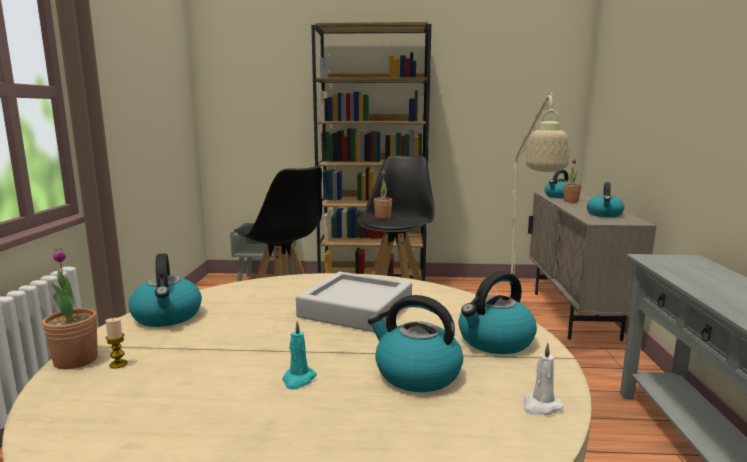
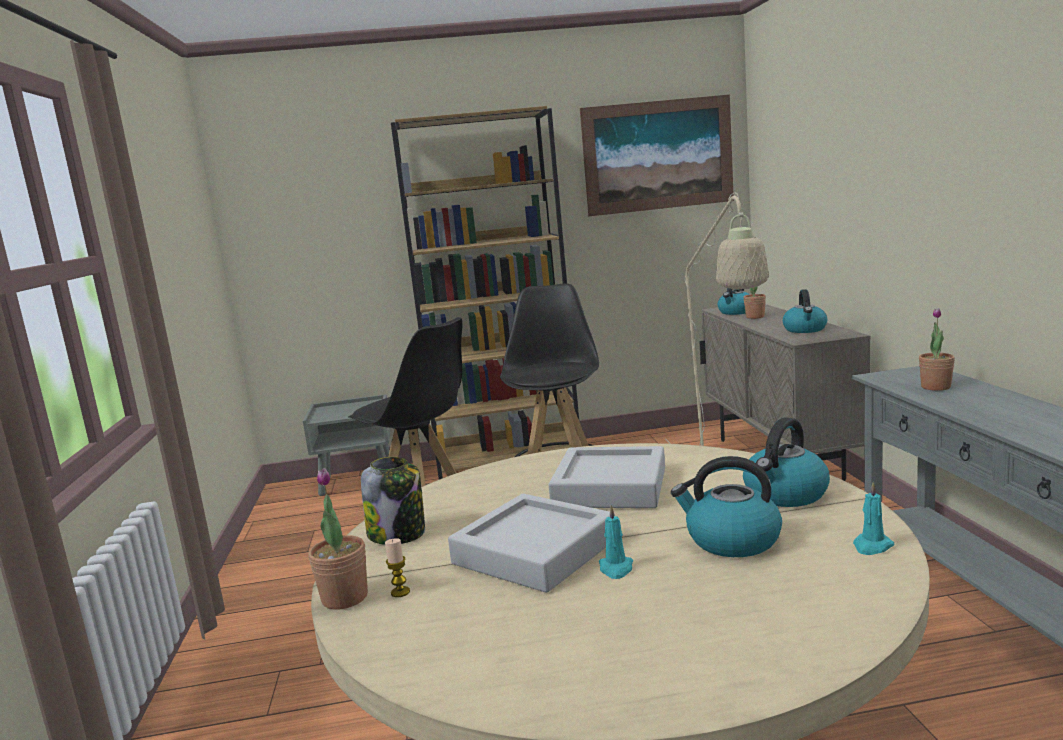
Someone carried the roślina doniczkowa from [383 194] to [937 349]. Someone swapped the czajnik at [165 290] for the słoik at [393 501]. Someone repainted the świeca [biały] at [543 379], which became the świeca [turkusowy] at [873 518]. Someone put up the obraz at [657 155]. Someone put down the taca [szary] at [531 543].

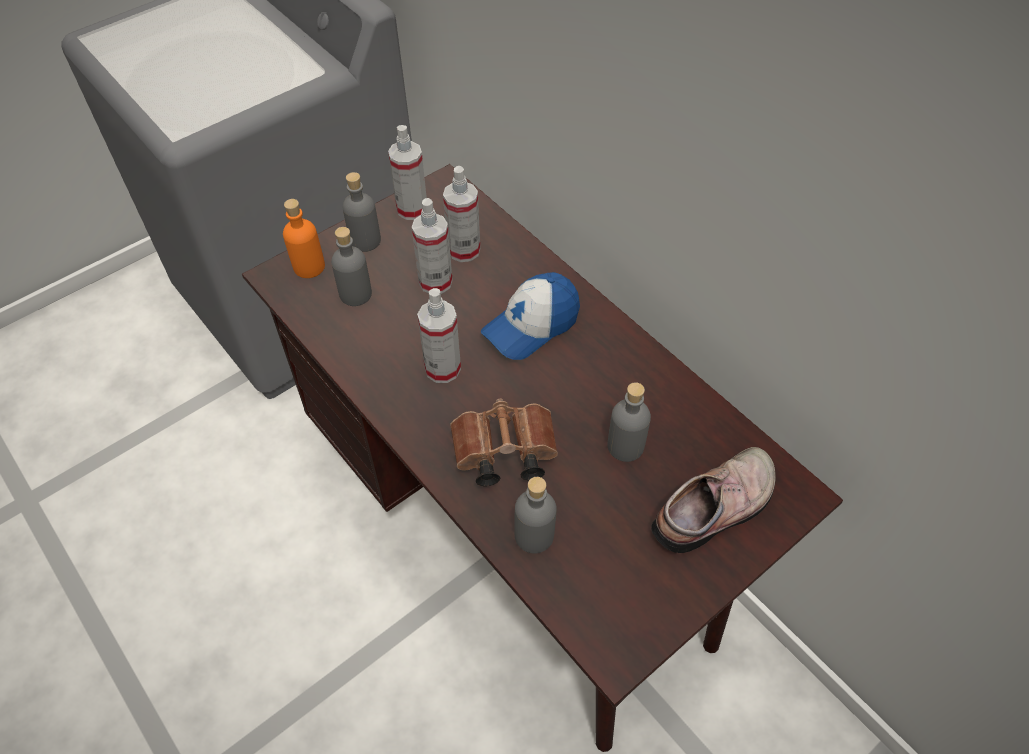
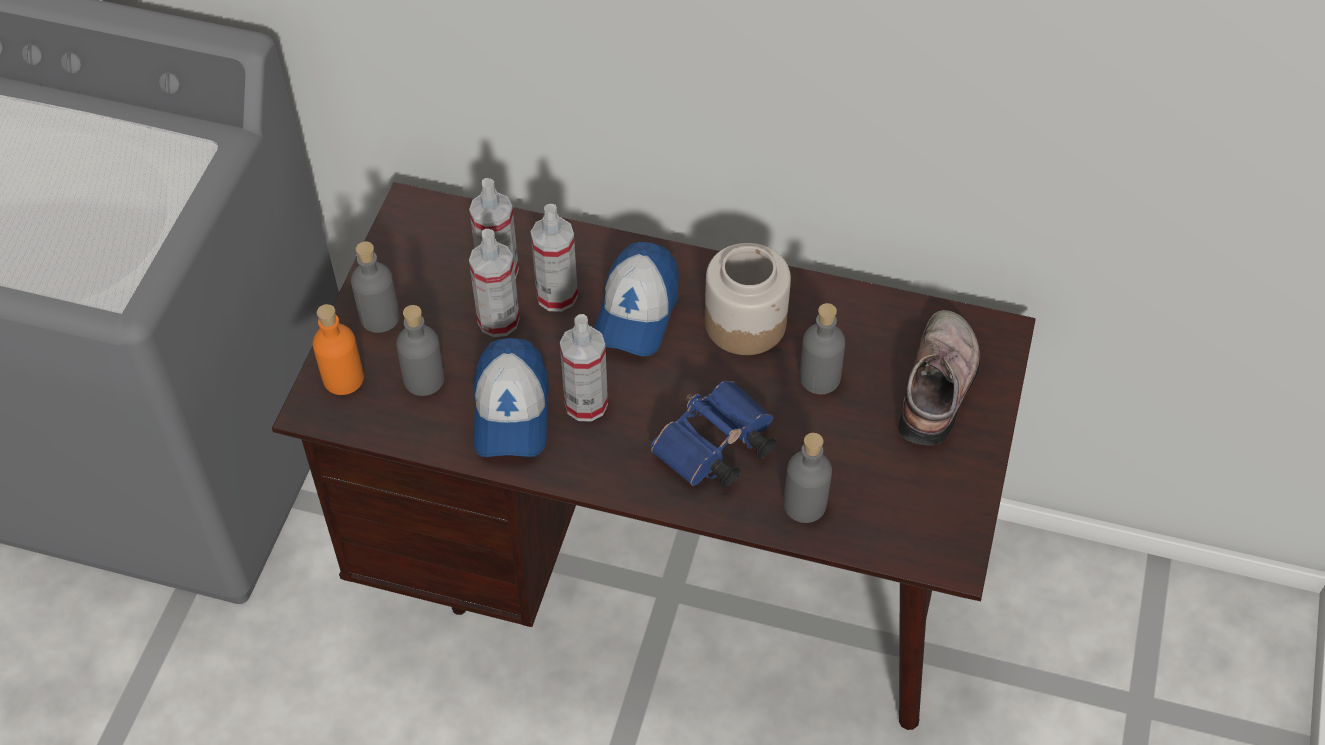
Someone carried the spryskiwacz from [407 172] to [554 258]. Someone repainted the lornetka [brązowy] at [504 442], which became the lornetka [niebieski] at [713 434]. Someone put down the słoik at [748 299]. Someone put down the czapka z daszkiem at [511 397].

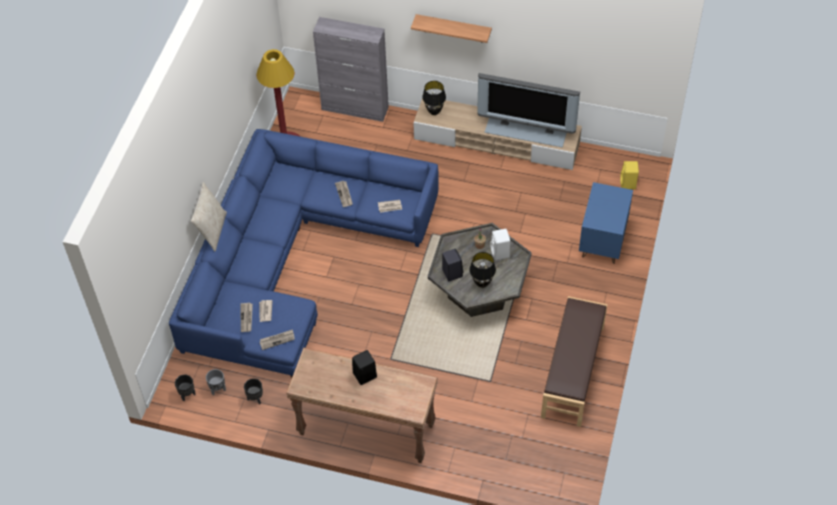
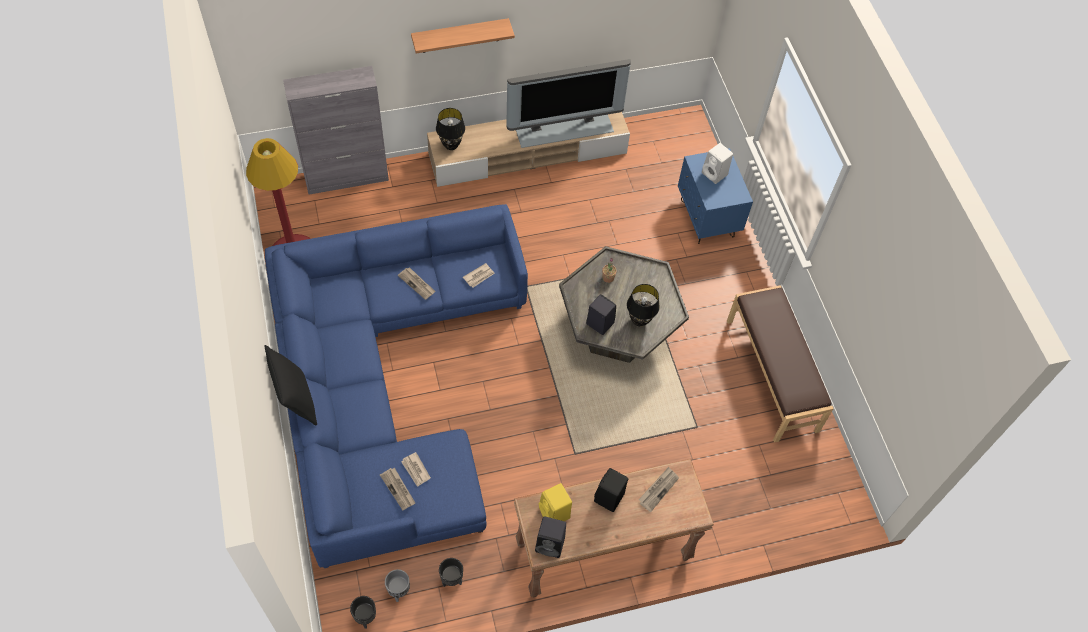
Someone carried the głośnik [żółty] from [629 175] to [555 502]. Someone repainted the poduszka [beżowy] at [209 216], which became the poduszka [czarny] at [291 385]. Someone carried the głośnik [biały] from [500 244] to [717 163]. Someone carried the gazeta from [277 339] to [658 489]. Someone put down the głośnik [czarny] at [550 537].

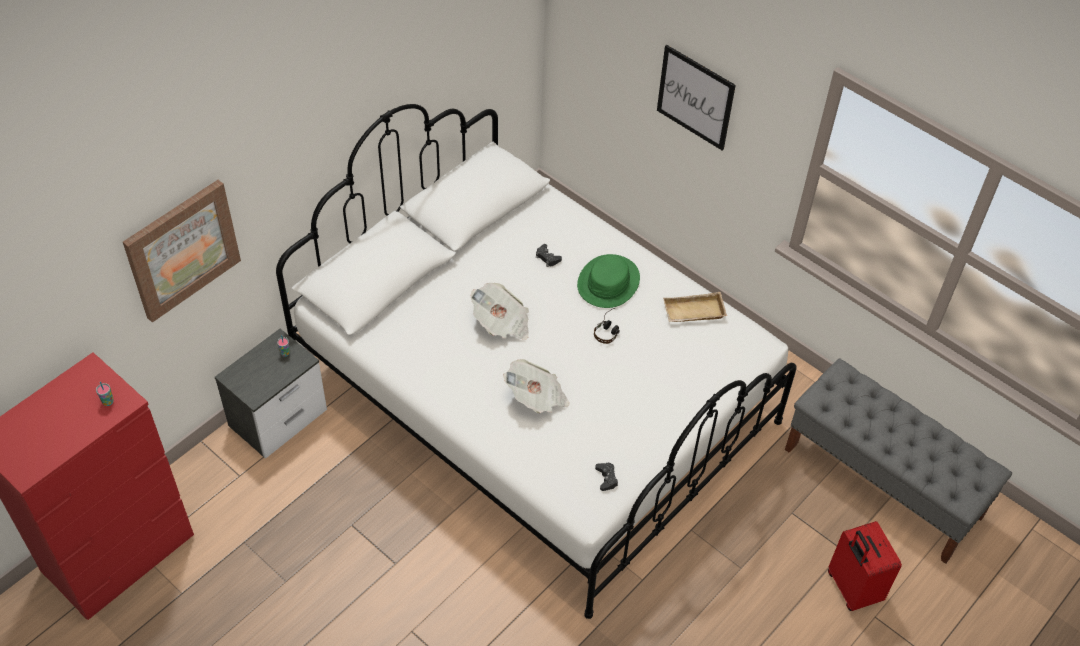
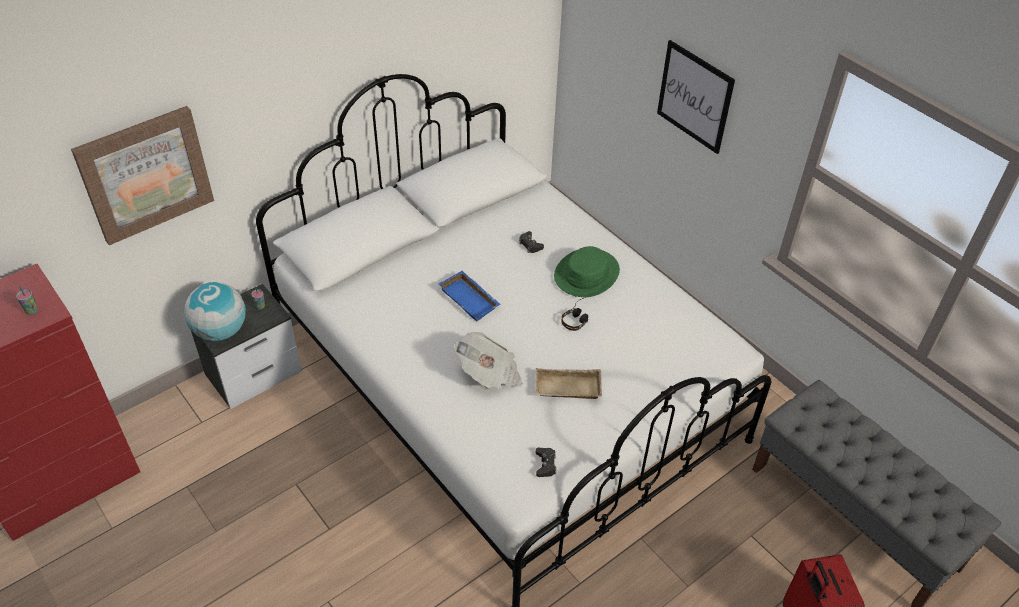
Someone swapped the gazeta at [500 311] for the taca [niebieski] at [469 296]. Someone carried the taca [beżowy] from [695 307] to [568 383]. Someone put down the globus at [215 311].

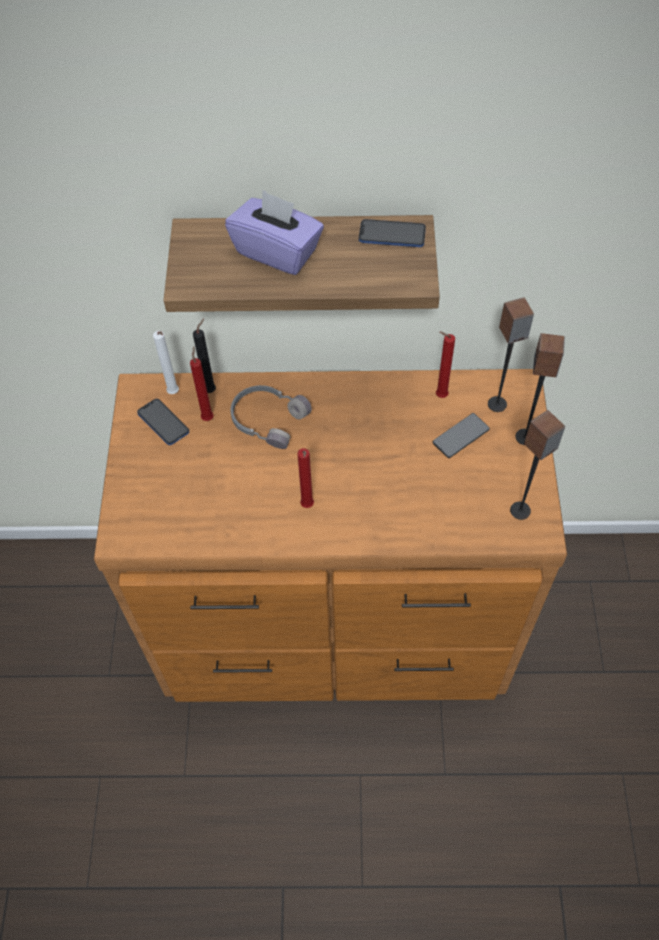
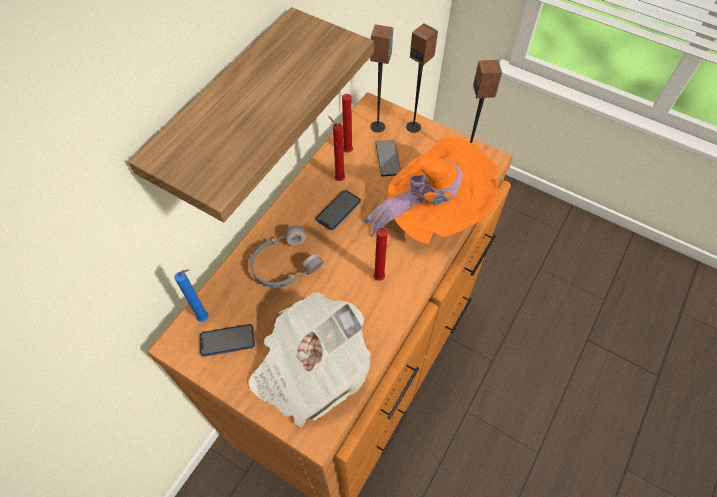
Someone took away the pudełko chusteczek [fioletowy] at [274 232]. Someone carried the telefon from [392 233] to [338 210]. Someone took away the świeca [czarny] at [204 356]. Someone repainted the świeca [biały] at [166 362], which became the świeca [niebieski] at [191 295]. Someone carried the świeca [czerwony] from [202 383] to [336 148]. Someone put down the kapelusz [pomarańczowy] at [432 190]. Someone put down the gazeta at [310 359].

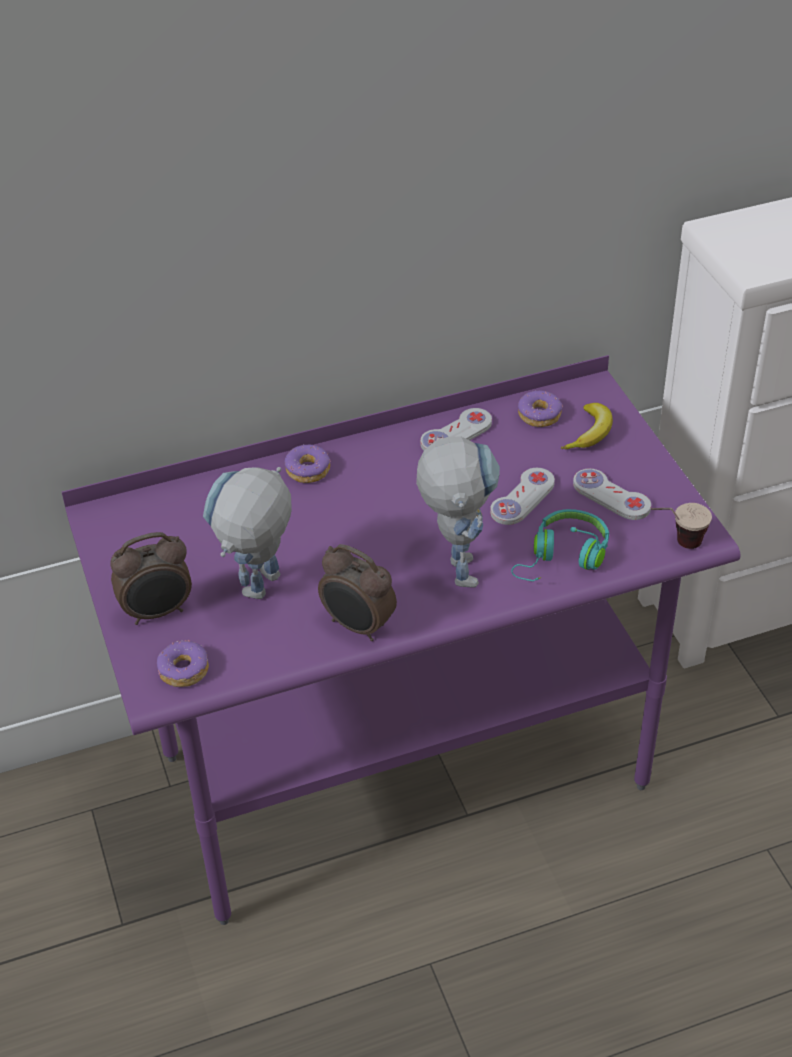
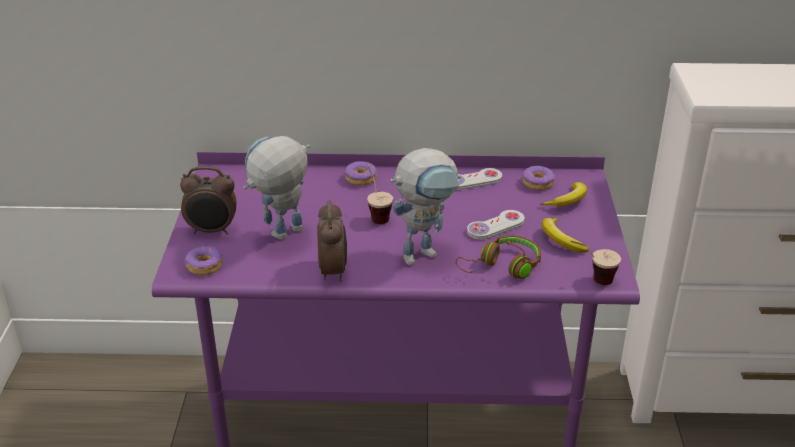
Someone rotated the robot zabawkowy at [458 512] by 45 degrees clockwise. Someone swapped the pad do gier [biały] at [612 494] for the banan at [565 235]. Someone repainted the słuchawki [turkusowy] at [560 545], which became the słuchawki [brązowy] at [498 257]. Someone rotated the budzik at [357 592] by 150 degrees counterclockwise. Someone put down the filiżanka at [380 195].

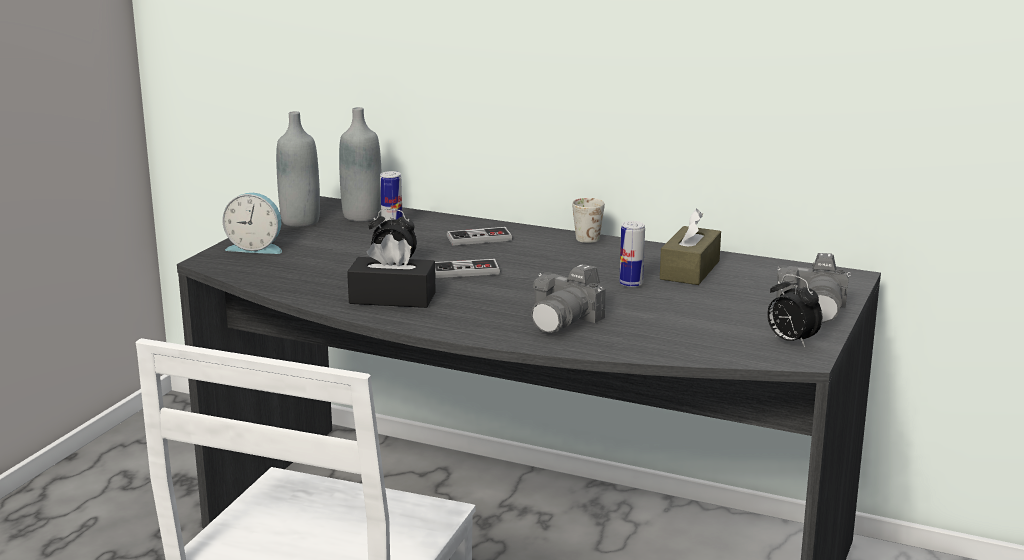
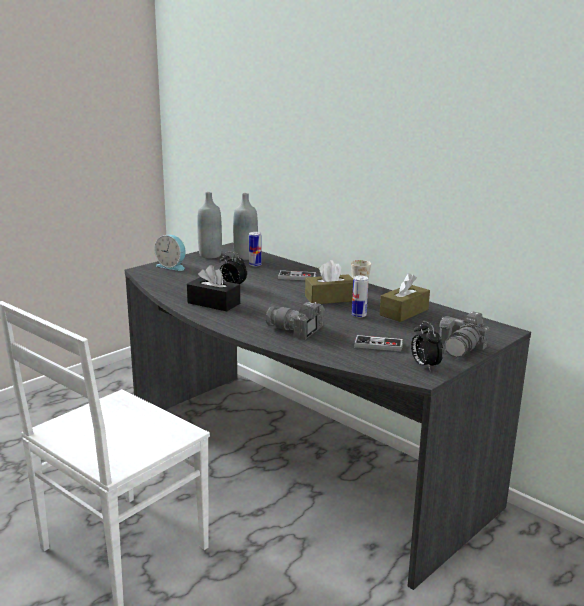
Someone carried the pad do gier from [467 268] to [378 343]. Someone rotated the aparat fotograficzny at [568 298] by 60 degrees clockwise. Someone put down the pudełko chusteczek [brązowy] at [329 282].

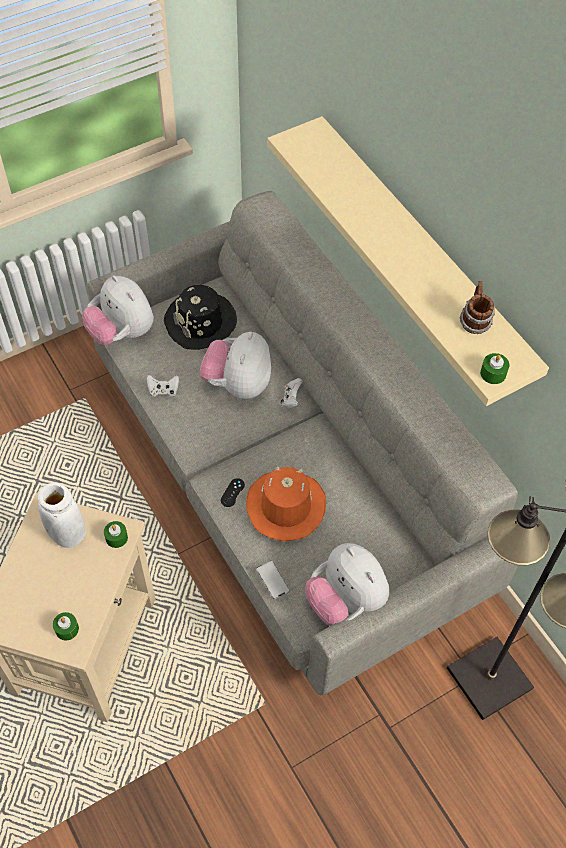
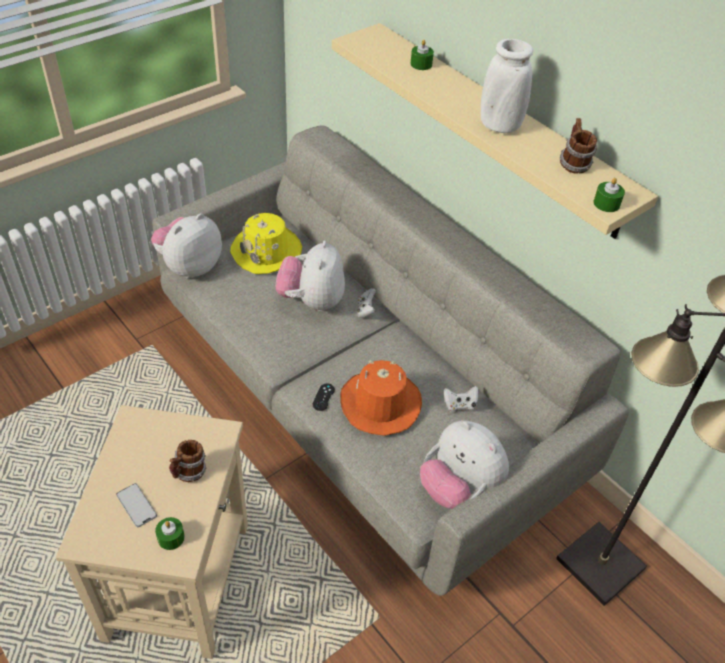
Someone rotated the pluszak at [118 310] by 90 degrees clockwise. Someone repainted the kapelusz [czarny] at [200 317], which became the kapelusz [żółty] at [266 243]. Someone carried the pad do gier [biały] from [162 386] to [461 399]. Someone carried the wazon [biały] from [62 515] to [507 86]. Someone carried the świeca [zielony] from [116 534] to [422 55]. Someone carried the telefon from [273 580] to [136 505]. Someone put down the kubek at [187 461].

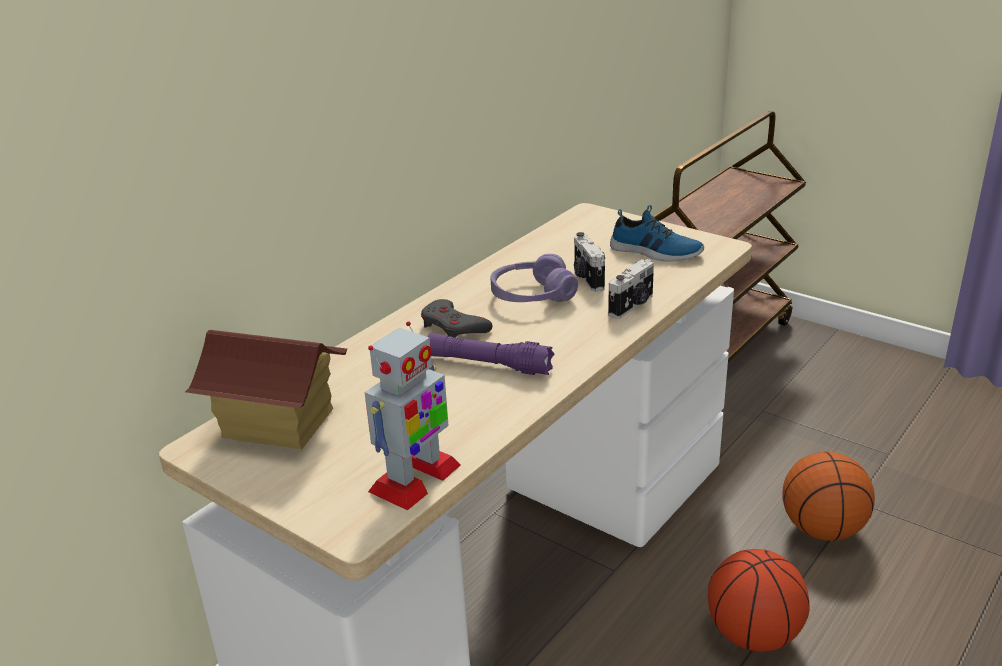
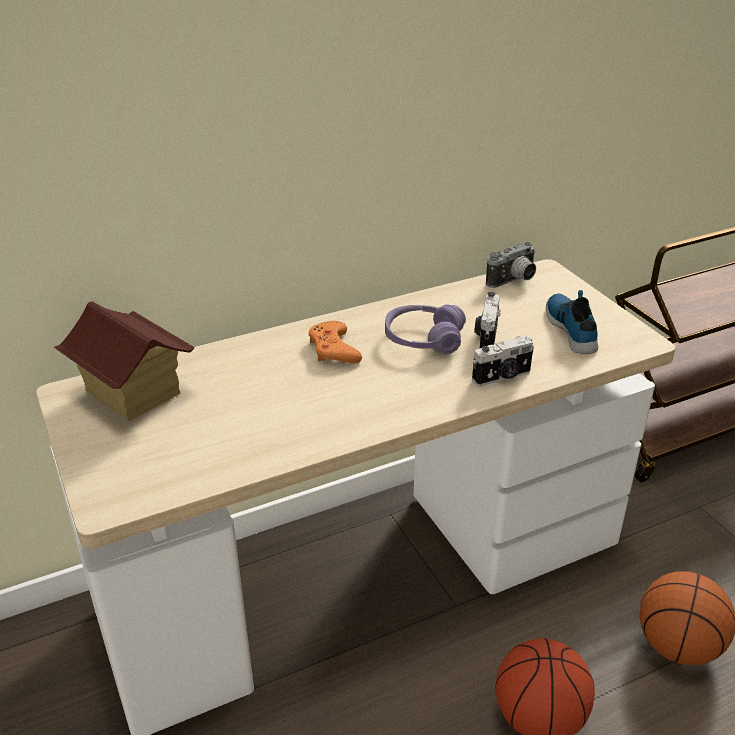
Someone rotated the but at [657 233] by 150 degrees counterclockwise. Someone repainted the pad do gier [szary] at [456 318], which became the pad do gier [pomarańczowy] at [335 342]. Someone took away the robot zabawkowy at [413 415]. Someone took away the latarka [fioletowy] at [490 354]. Someone put down the aparat fotograficzny at [511 265].

